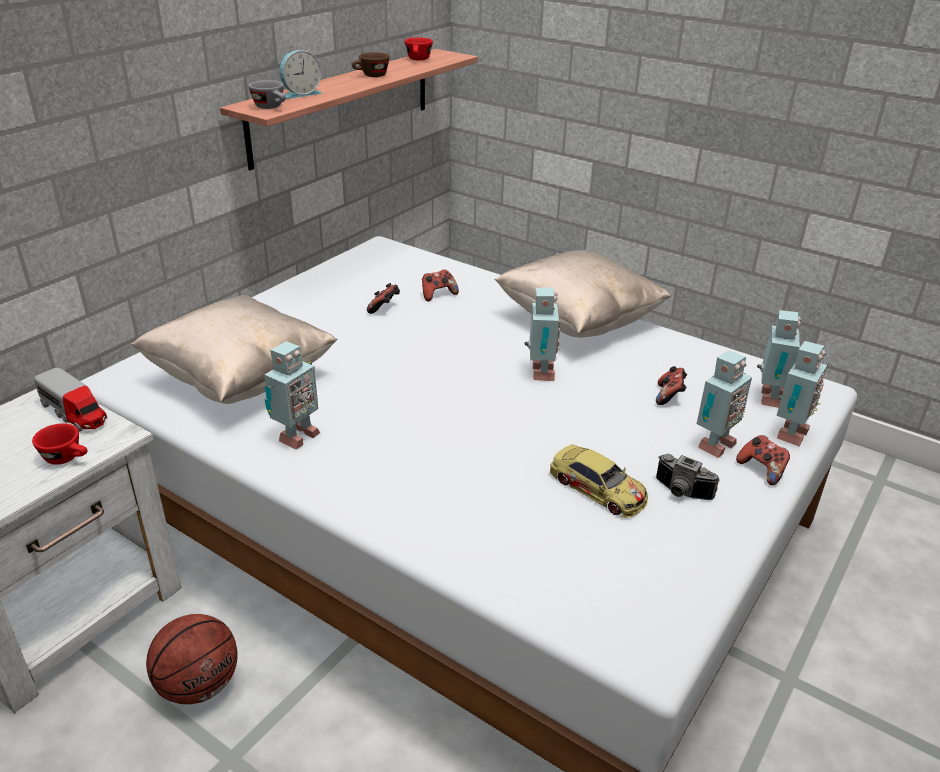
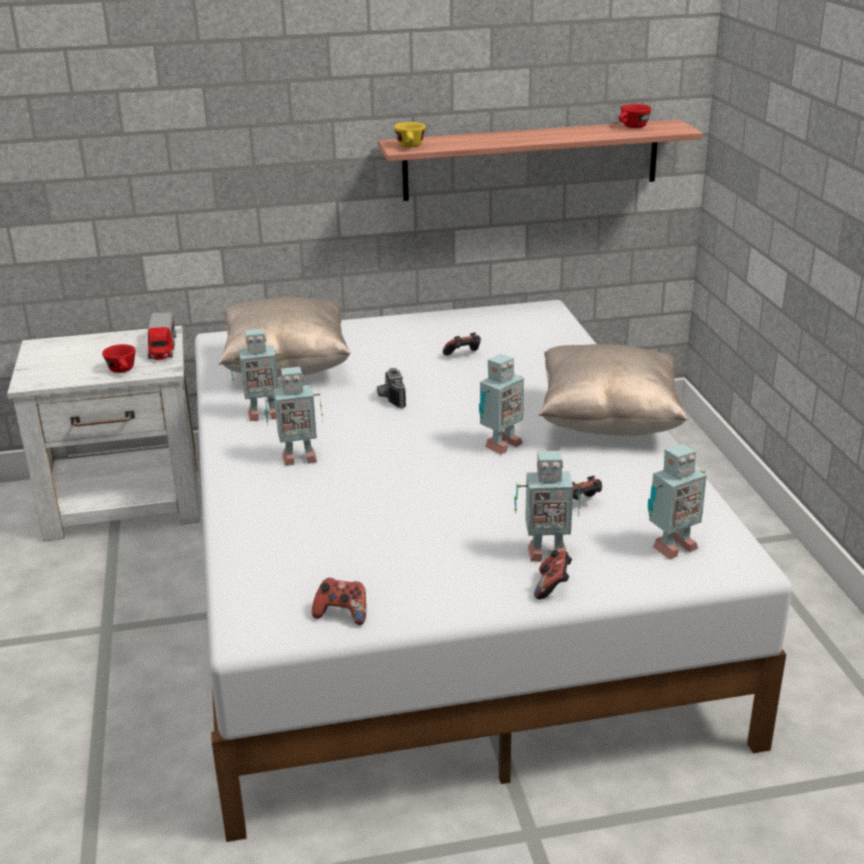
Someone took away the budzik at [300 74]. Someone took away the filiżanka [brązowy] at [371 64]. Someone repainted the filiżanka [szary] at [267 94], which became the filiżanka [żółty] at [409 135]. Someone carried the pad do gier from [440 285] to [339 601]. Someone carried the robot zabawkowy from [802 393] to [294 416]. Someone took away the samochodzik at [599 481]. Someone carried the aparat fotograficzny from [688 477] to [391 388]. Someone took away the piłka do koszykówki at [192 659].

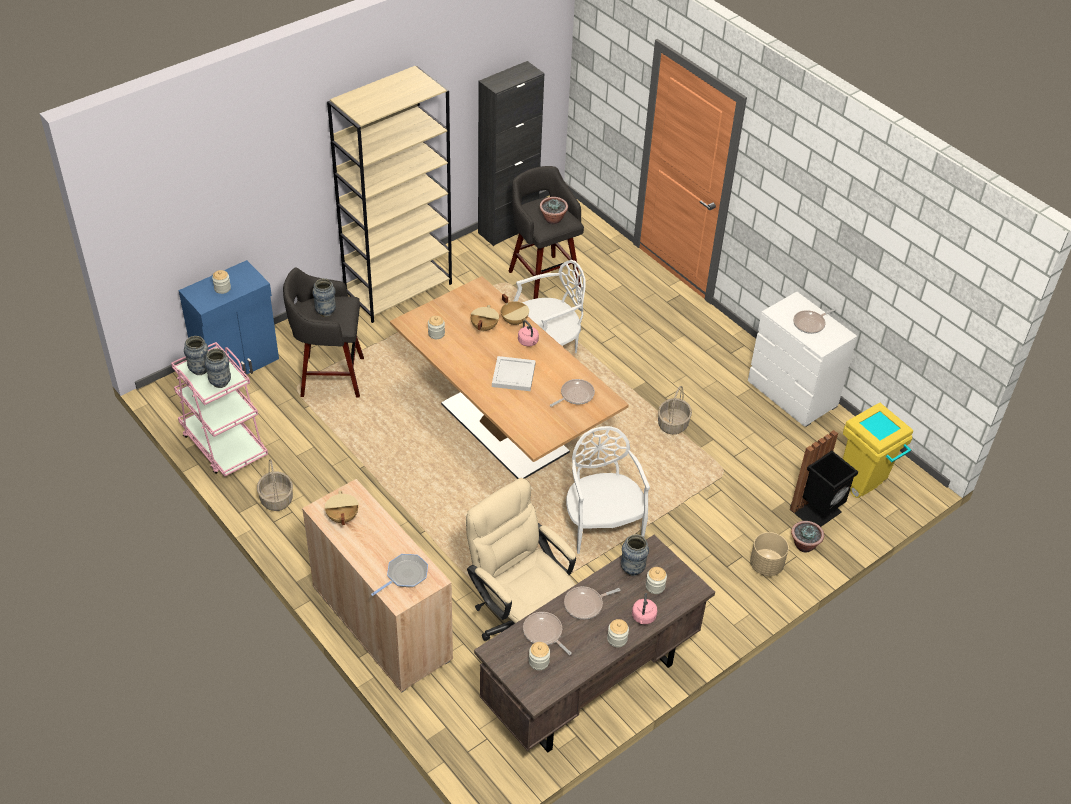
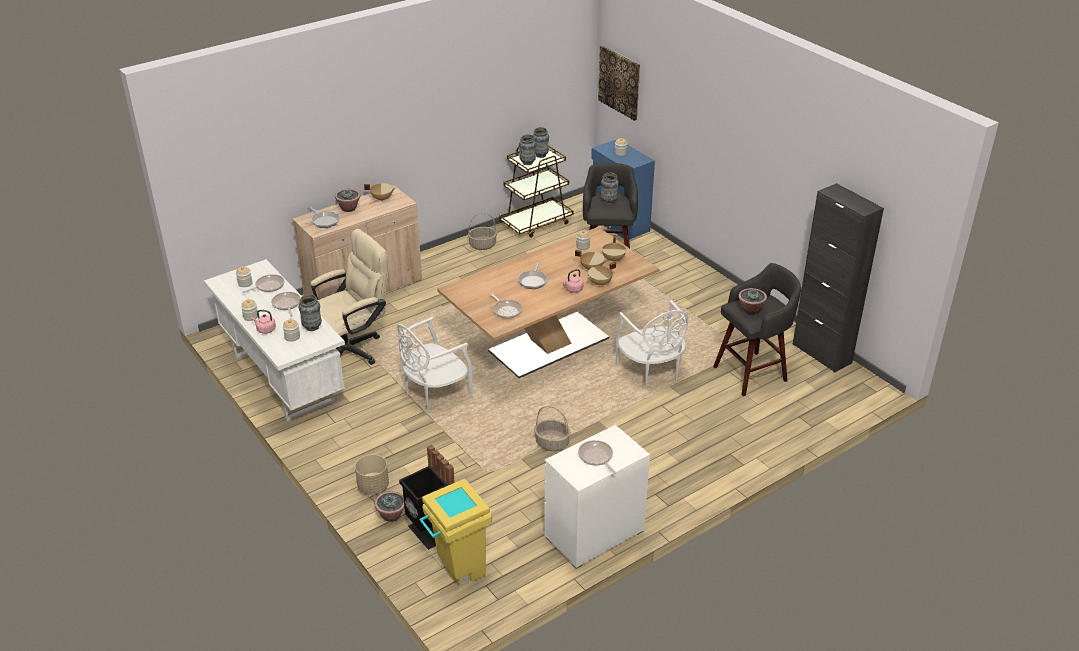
Someone took away the regał [beżowy] at [389 194]. Someone repainted the wózek [różowy] at [219 409], which became the wózek [brązowy] at [536 191]. Someone swapped the taca [biały] at [514 373] for the patelnia at [533 275]. Someone rotated the krzesło [biały] at [608 490] by 150 degrees clockwise. Someone repainted the biurko [brązowy] at [594 644], which became the biurko [biały] at [274 340]. Someone put up the obraz at [619 83]. Someone put down the roślina doniczkowa at [348 200]. Someone put down the garnek [beżowy] at [614 248].

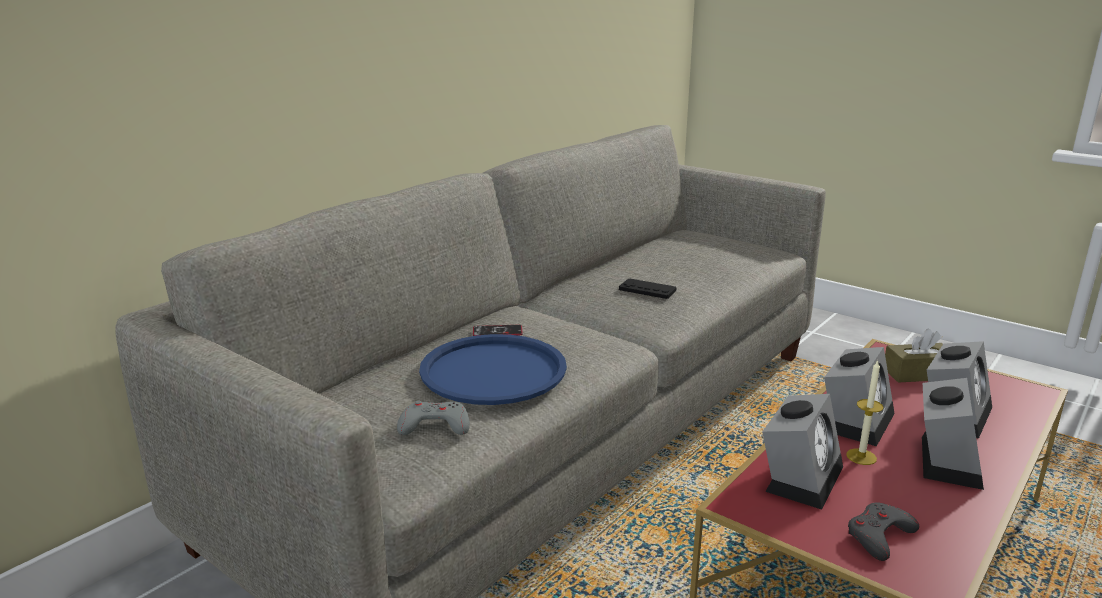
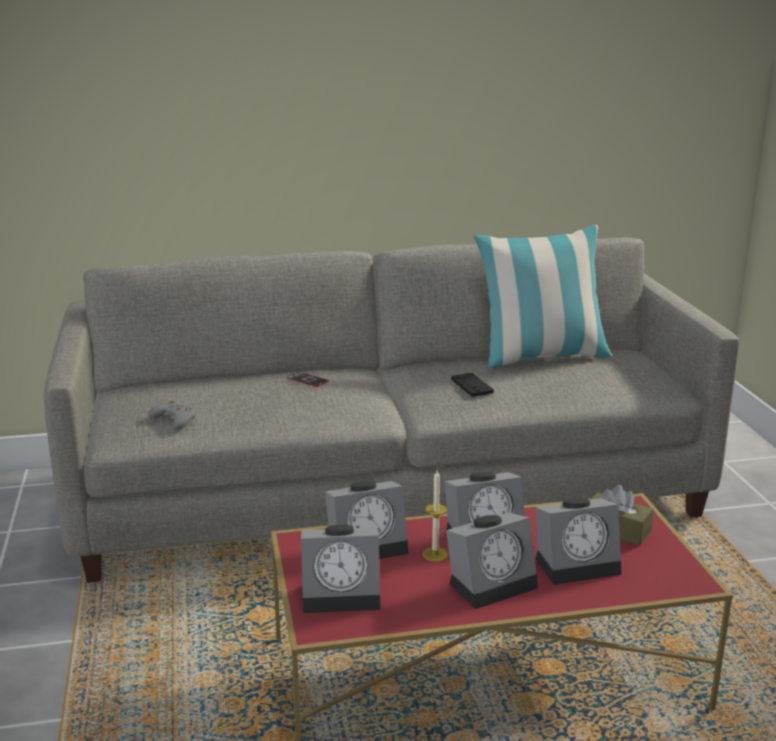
Someone took away the taca [niebieski] at [493 369]. Someone swapped the pad do gier [szary] at [883 532] for the budzik at [340 569]. Someone put down the poduszka at [543 296].

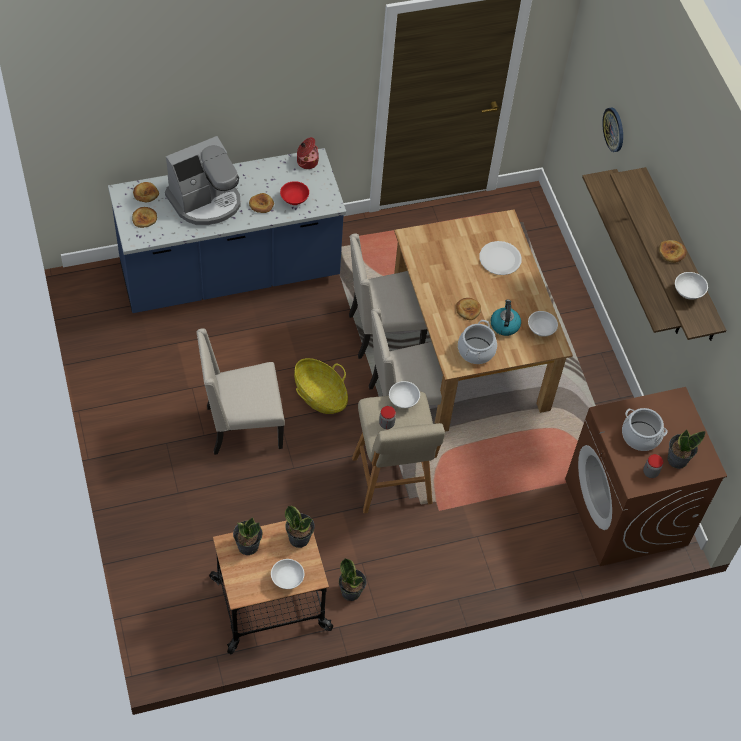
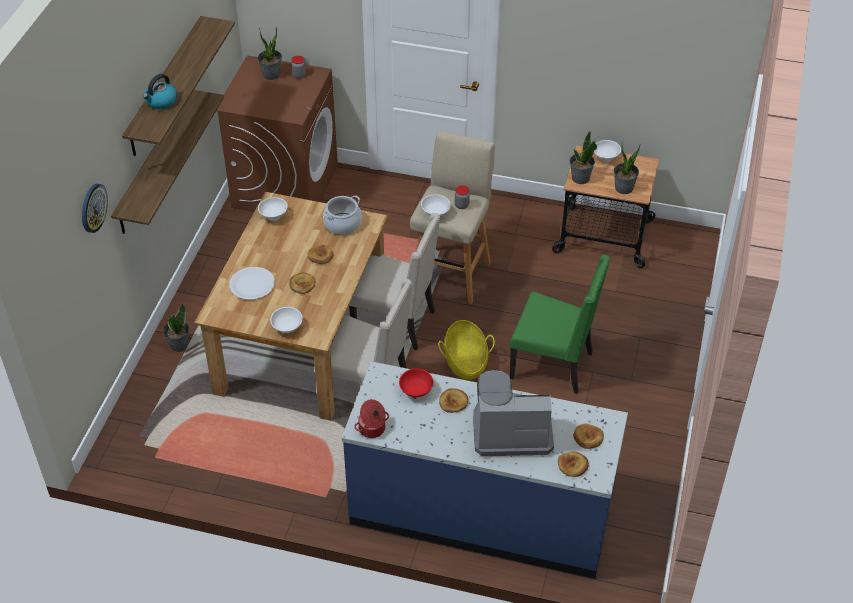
Someone carried the chleb from [673 251] to [302 283]. Someone carried the miska [biały] from [691 286] to [286 320]. Someone carried the czajnik from [506 318] to [160 91]. Someone repainted the krzesło [beżowy] at [240 391], which became the krzesło [zielony] at [560 324]. Someone took away the garnek at [645 429]. Someone carried the roślina doniczkowa from [352 579] to [176 328].

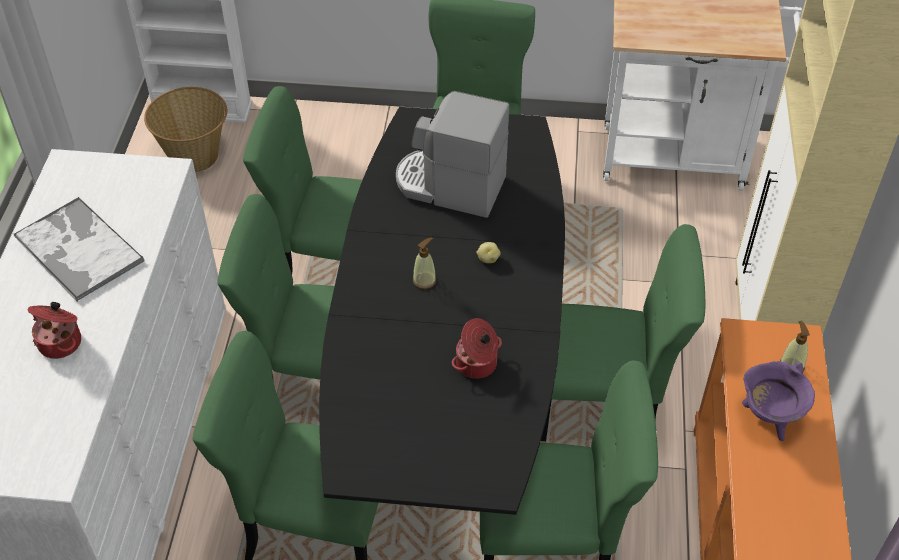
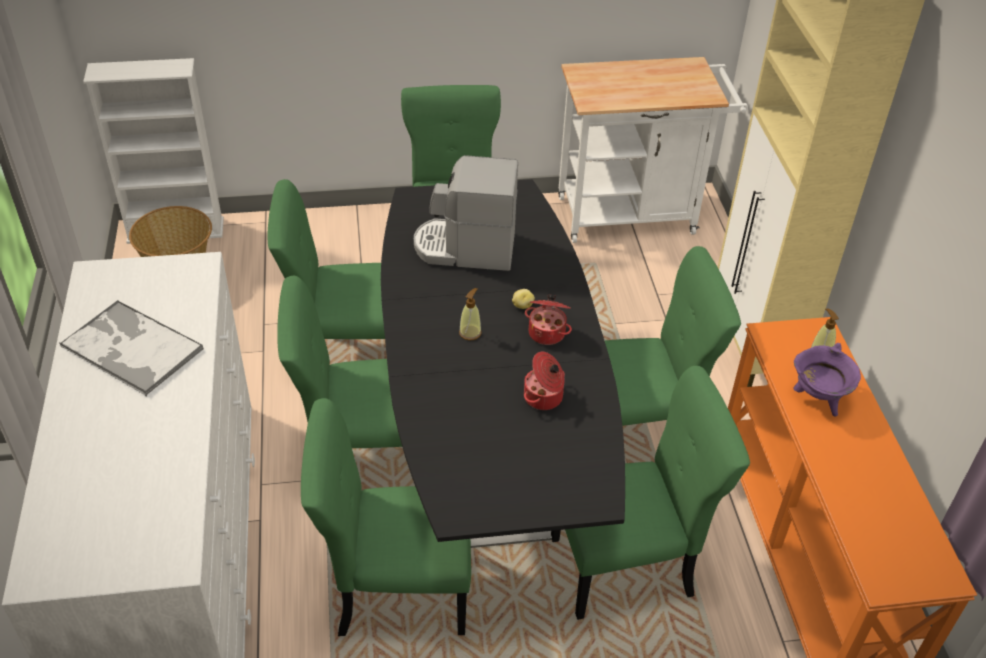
Someone carried the garnek from [54 330] to [548 319].

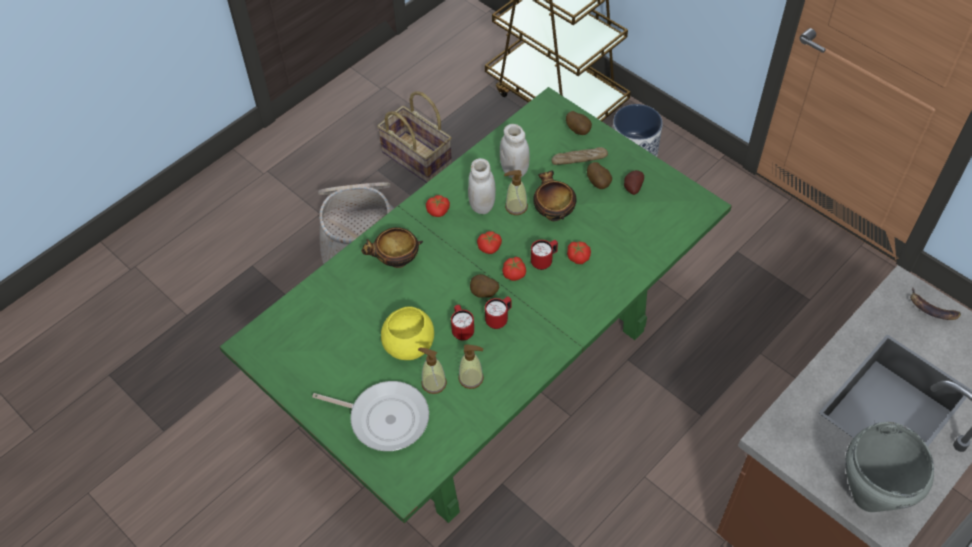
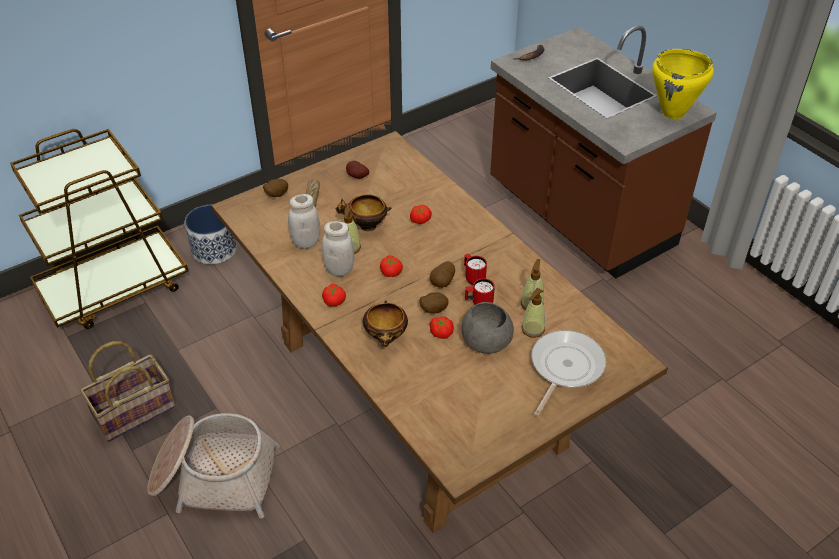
Someone repainted the stół jadalny [zielony] at [475 305], which became the stół jadalny [brązowy] at [439 332]. Someone carried the ziemniak from [599 175] to [434 302]. Someone took away the kubek [czerwony] at [544 255]. Someone carried the pomidor from [514 269] to [442 327]. Someone repainted the miska [żółty] at [407 333], which became the miska [szary] at [487 328]. Someone repainted the garnek [szary] at [889 467], which became the garnek [żółty] at [683 84].

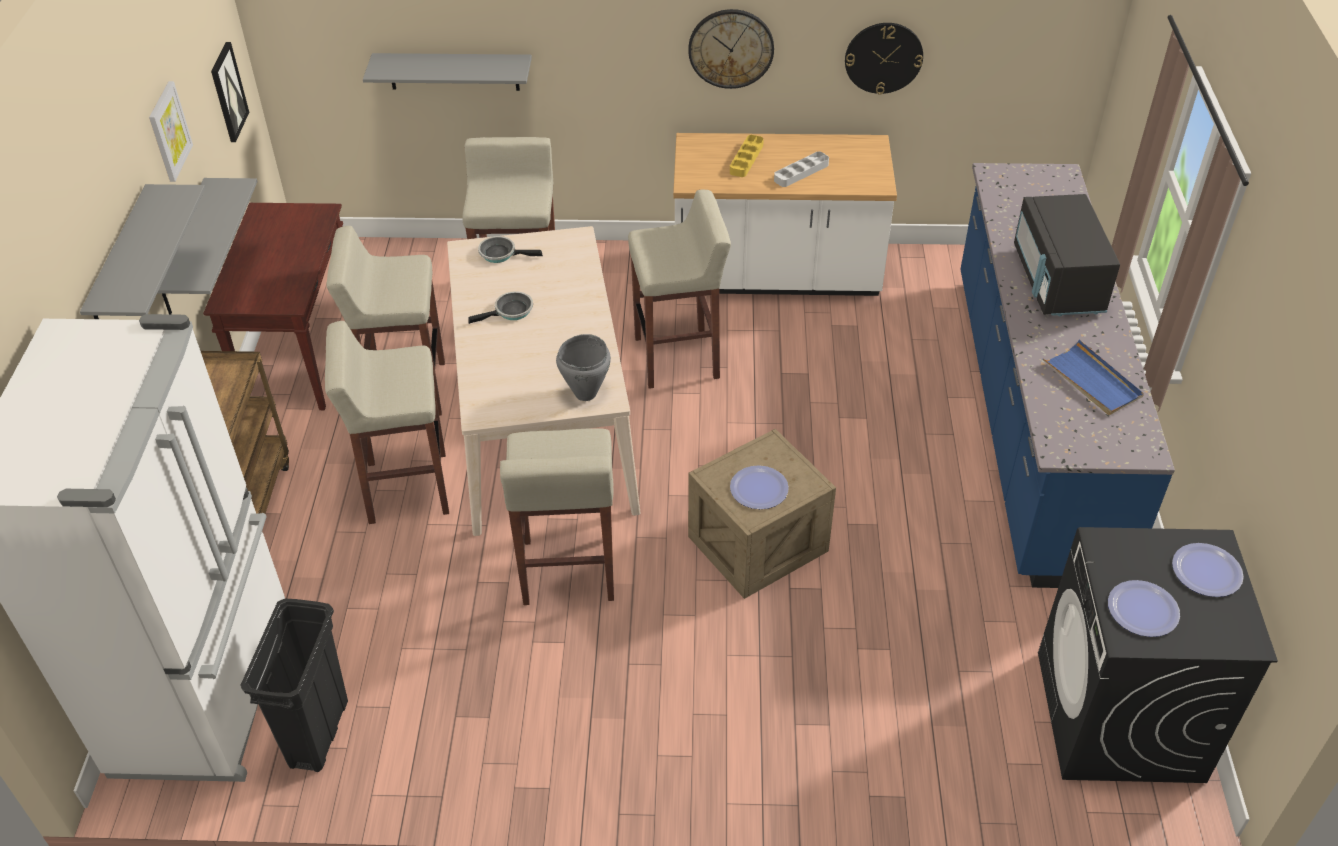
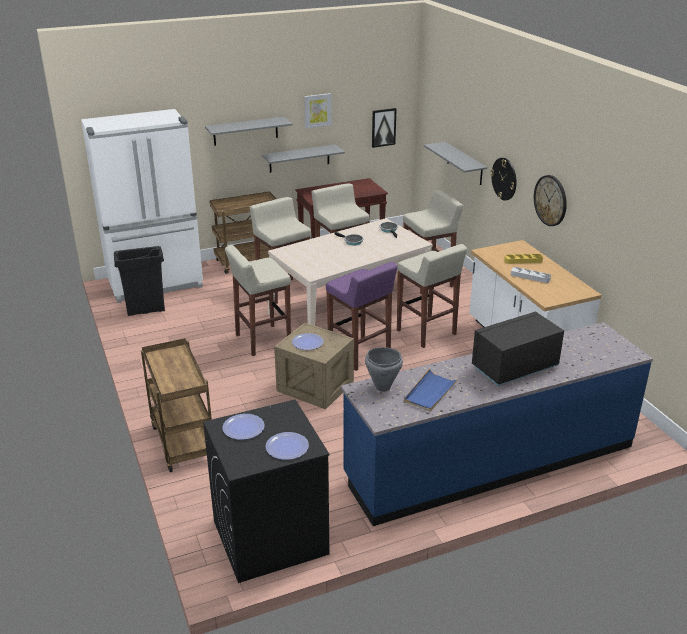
Someone carried the zegar ścienny from [884 59] to [503 179]. Someone carried the garnek [szary] from [583 367] to [384 369]. Someone put down the stołek [fioletowy] at [362 316]. Someone put down the wózek [brązowy] at [176 405].

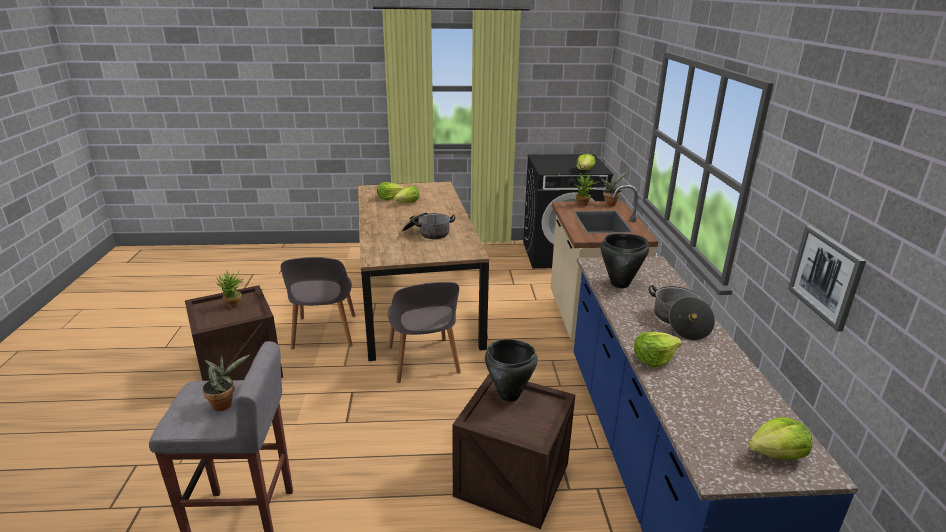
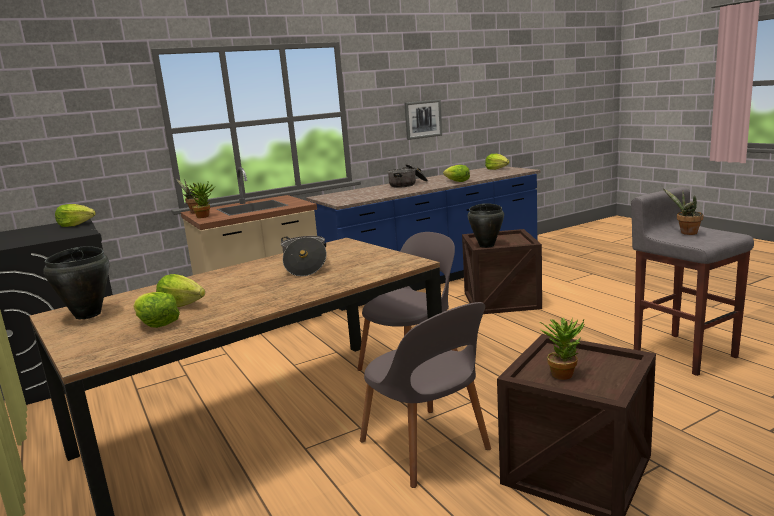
Someone carried the garnek [czarny] from [624 260] to [76 282]. Someone rotated the krzesło [szary] at [318 303] by 90 degrees clockwise.

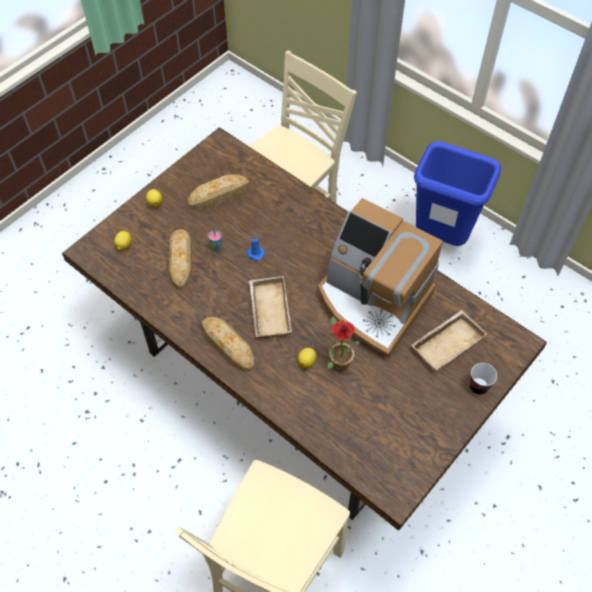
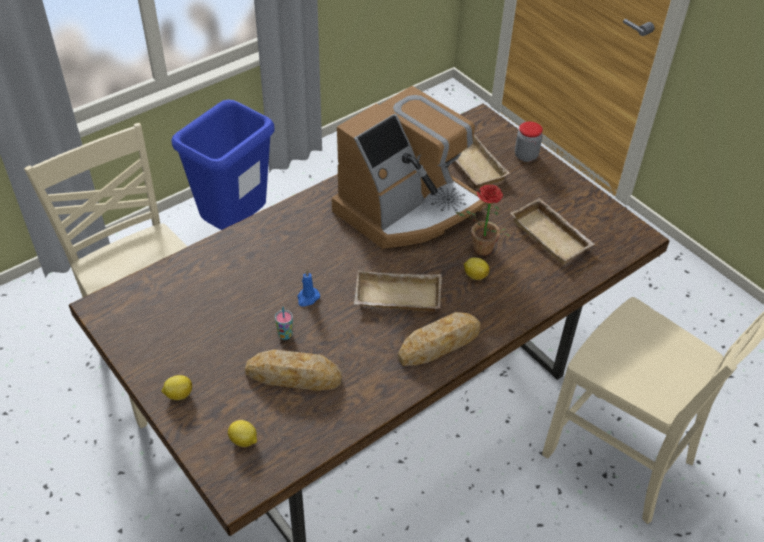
Someone took away the chleb at [219 192]. Someone swapped the filiżanka at [483 379] for the słoik at [529 142]. Someone put down the taca [beżowy] at [553 231].

